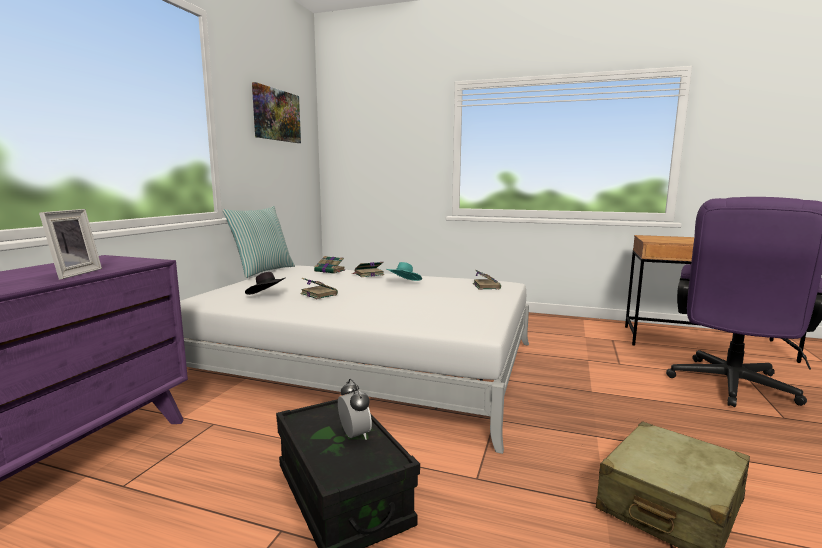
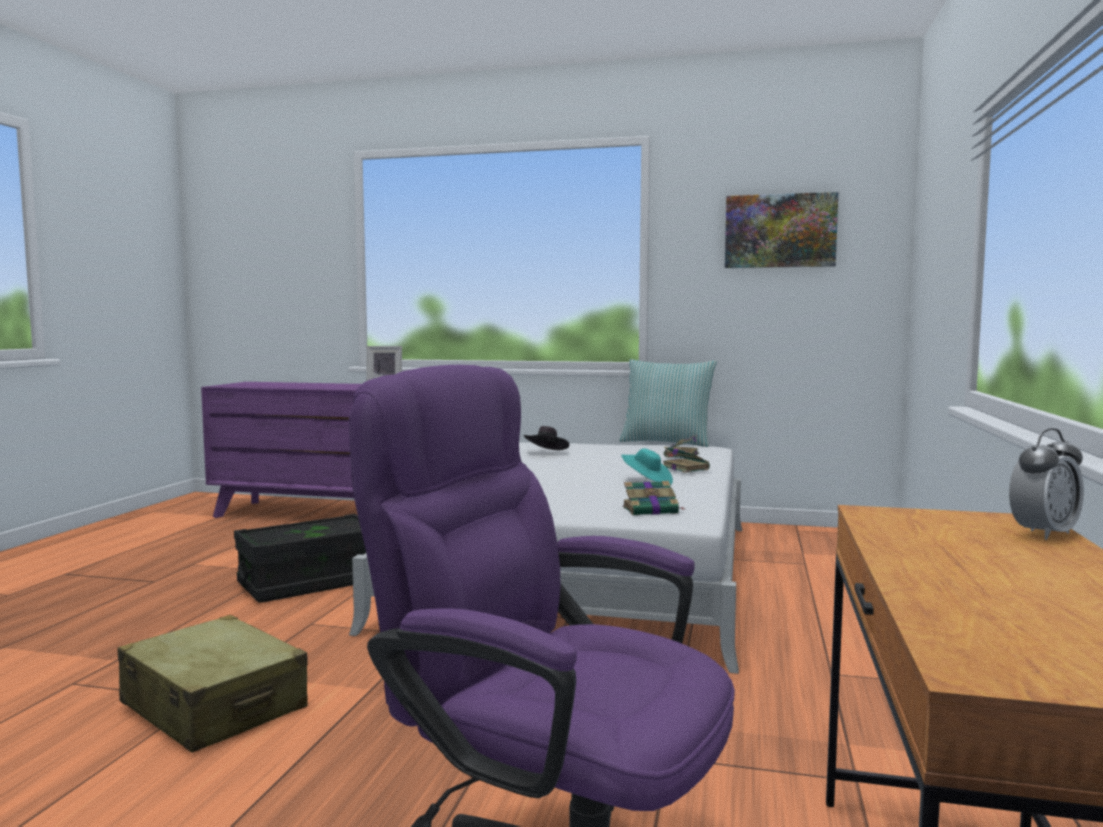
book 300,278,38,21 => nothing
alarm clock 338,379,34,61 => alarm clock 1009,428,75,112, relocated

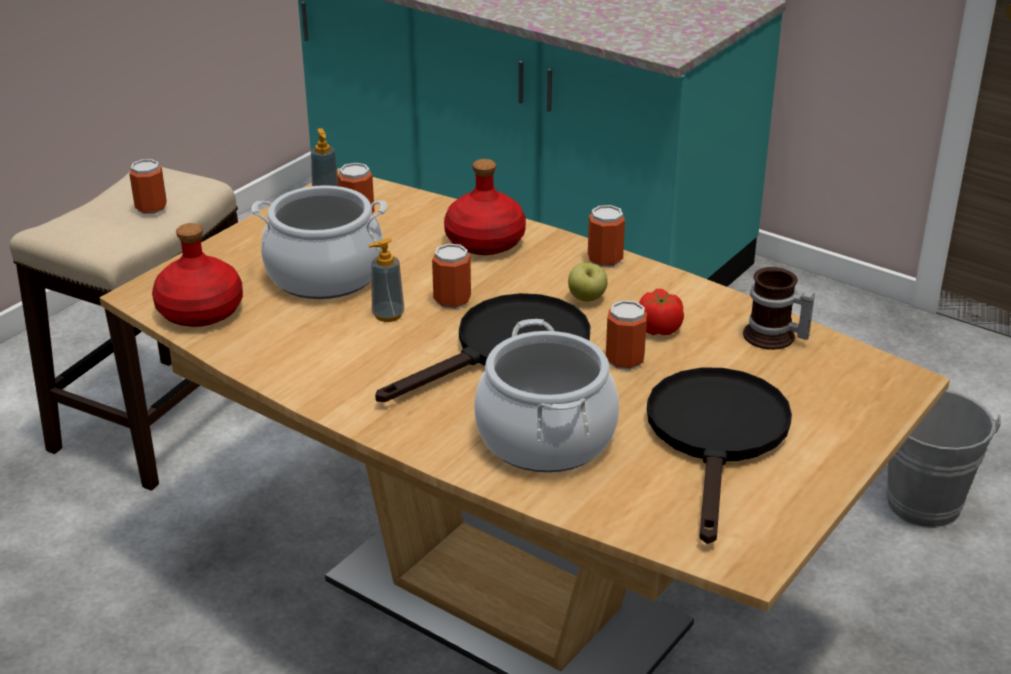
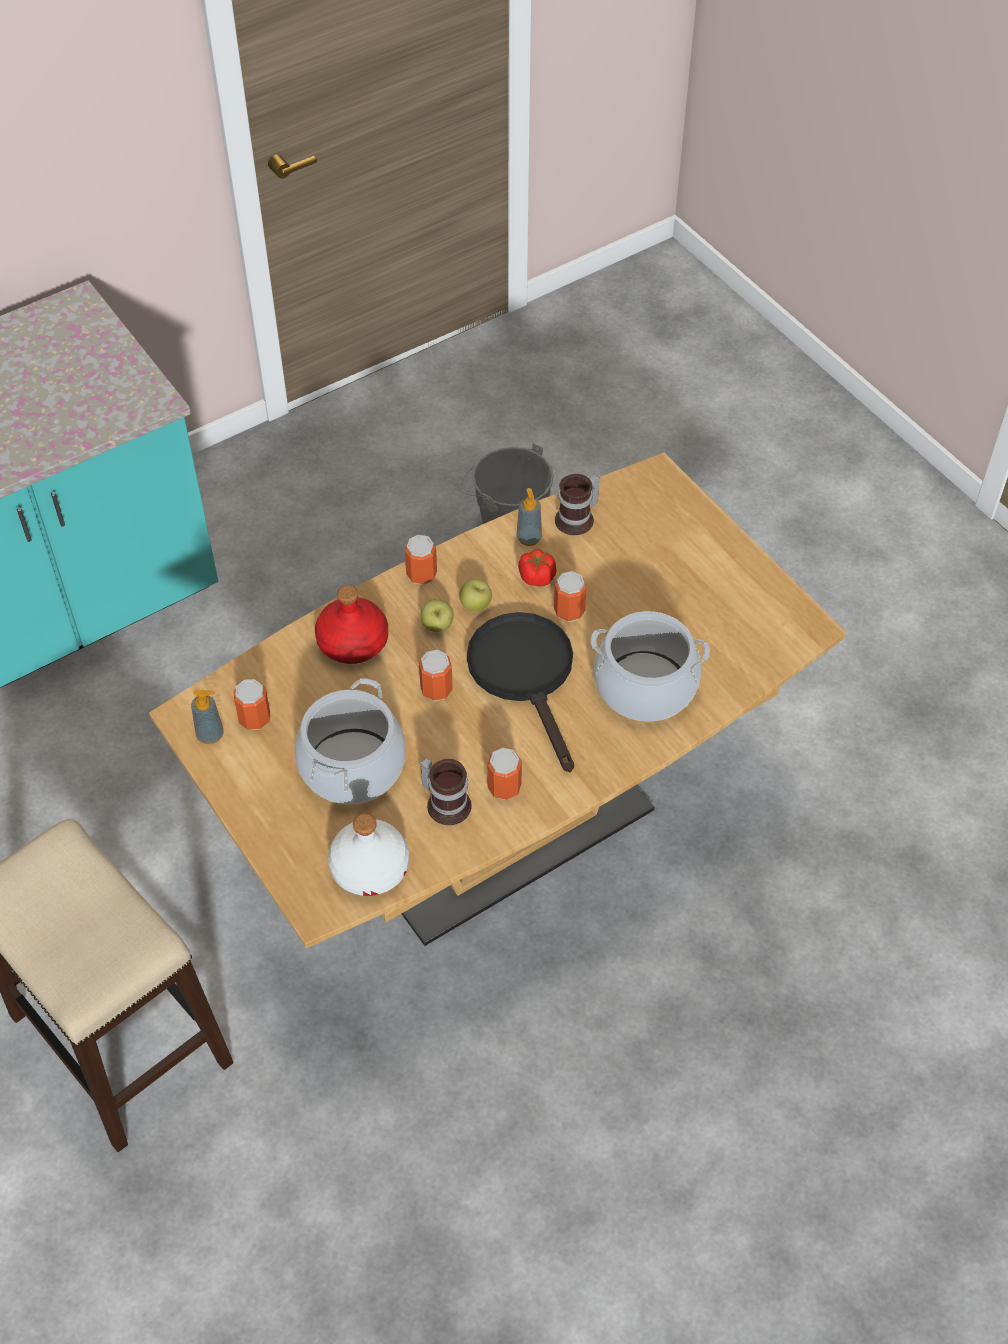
sealed can 129,159,38,55 => sealed can 487,748,35,52, relocated
beverage bottle (reddish) 152,223,91,104 => beverage bottle (whitish) 328,813,81,83
liquid soap bottle 368,238,36,84 => liquid soap bottle 517,488,25,58, relocated
skillet (black-coloured) 647,368,145,176 => nothing
nothing => apple 421,599,33,33
nothing => coffee mug 420,758,51,67

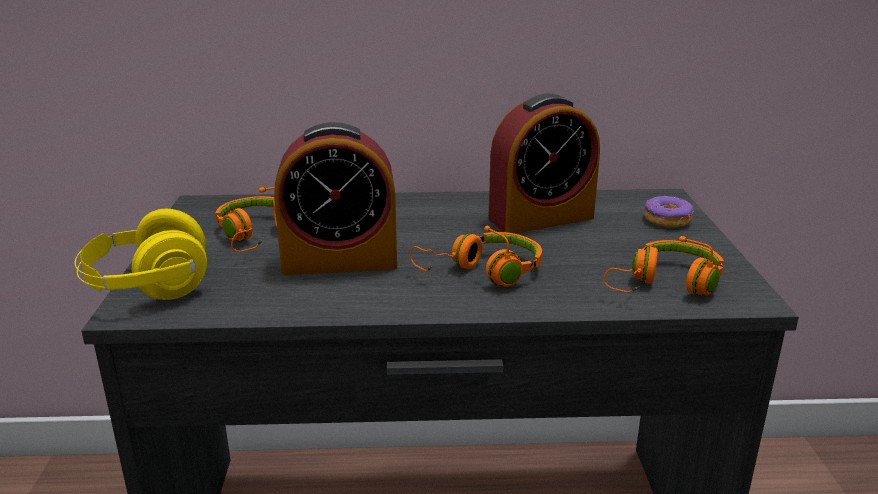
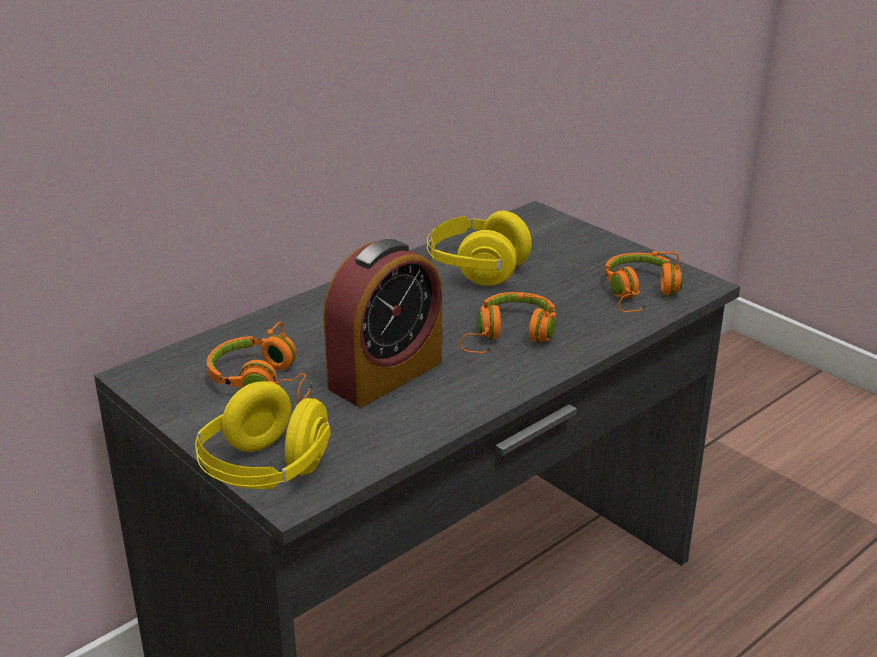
alarm clock 488,94,112,140 => pair of headphones (yellowish) 427,211,106,75
doughnut 644,196,50,31 => nothing

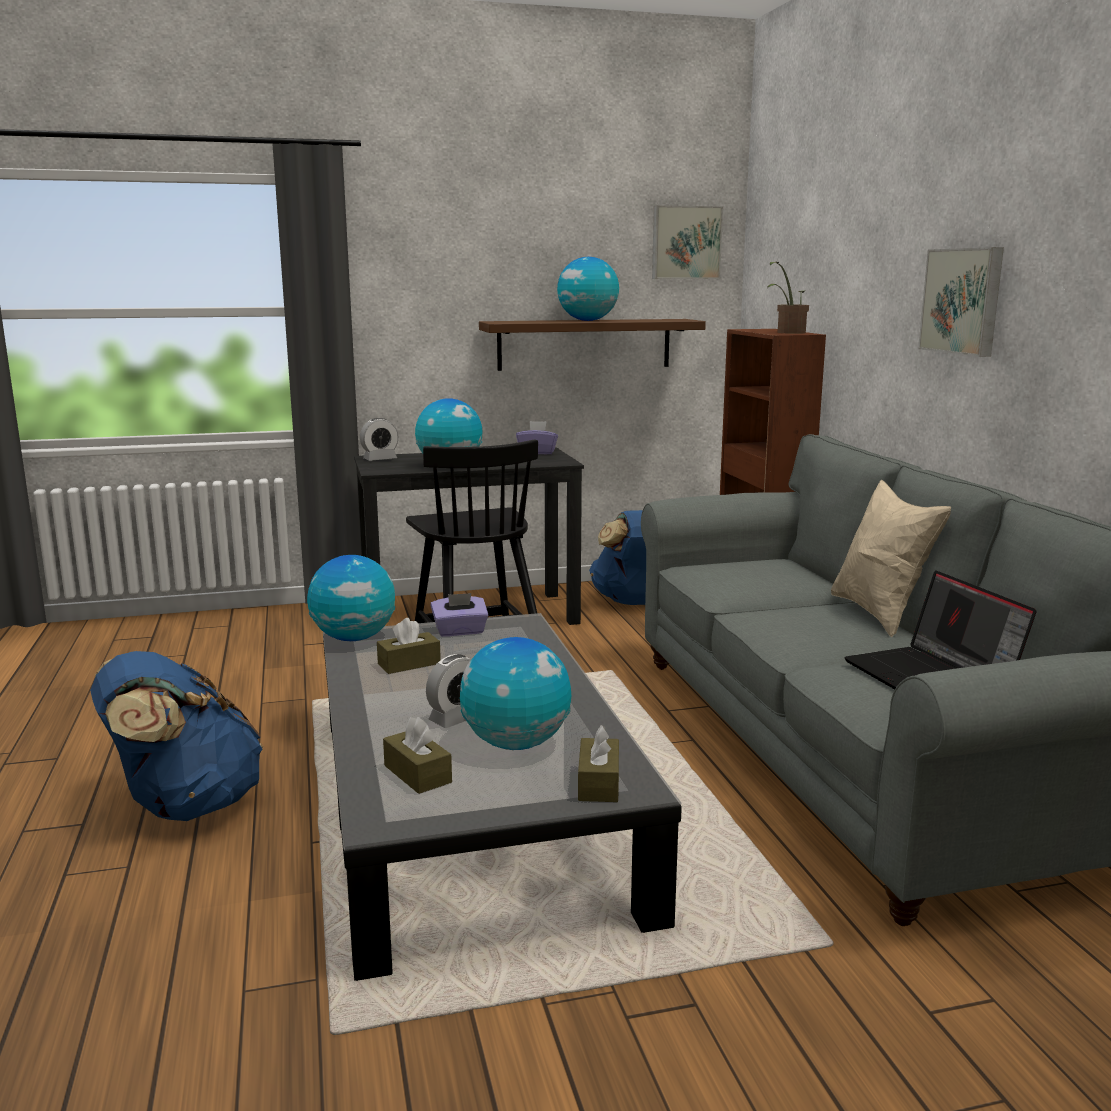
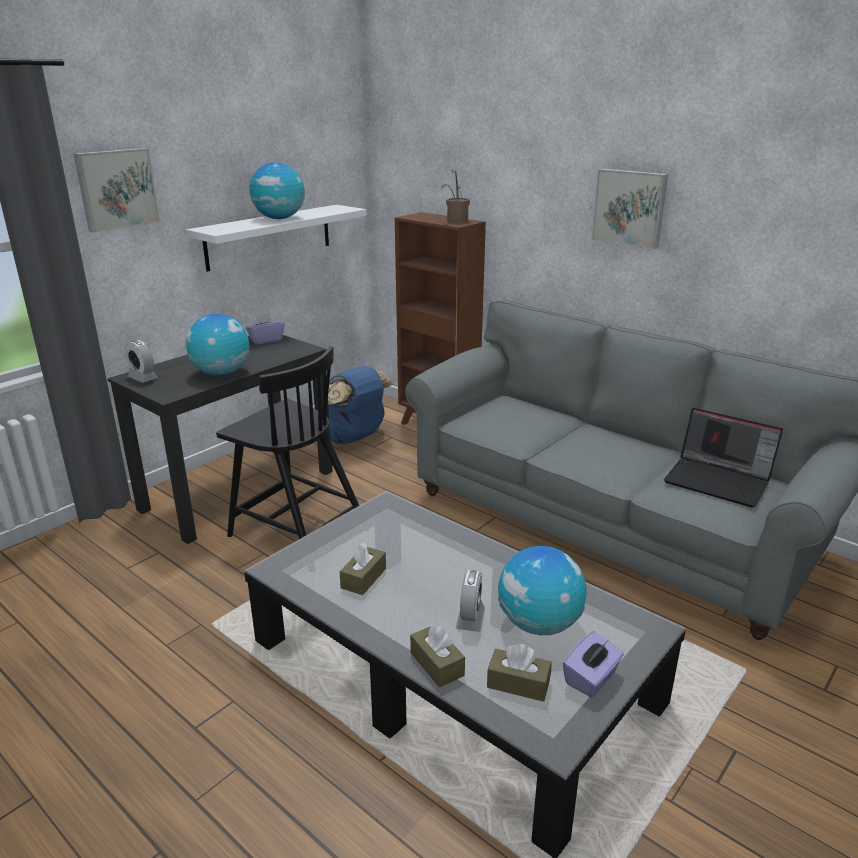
picture 652,205,71,74 => picture 73,148,87,85, relocated
wall shelf (brownish) 479,319,227,52 => wall shelf (whitish) 186,205,180,67
alarm clock 360,418,38,43 => alarm clock 125,340,33,43, 105 degrees clockwise
throw pillow (sand-coloured) 831,480,120,157 => nothing
desk globe 307,555,88,86 => nothing
tissue box (purple) 431,593,57,44 => tissue box (purple) 563,631,61,66, relocated
backpack (bluish) 90,651,173,170 => nothing
tissue box (brownish) 578,725,41,77 => tissue box (brownish) 410,623,55,64, relocated

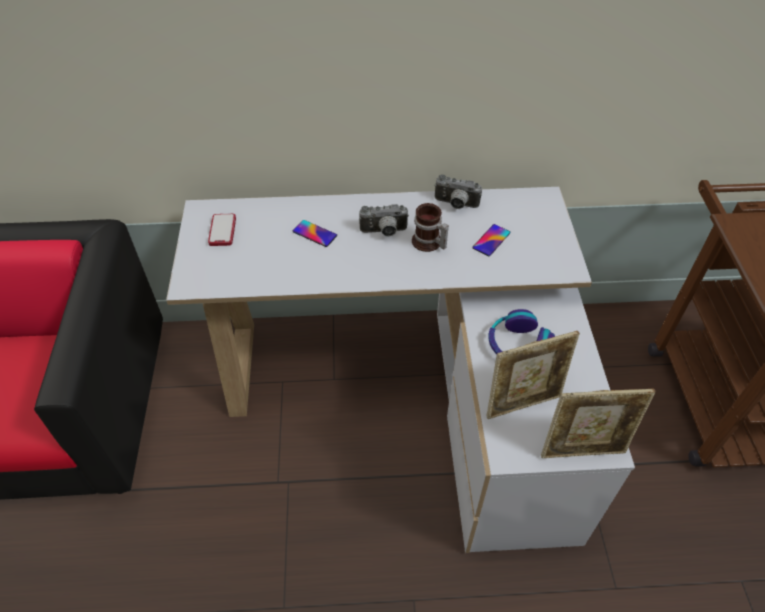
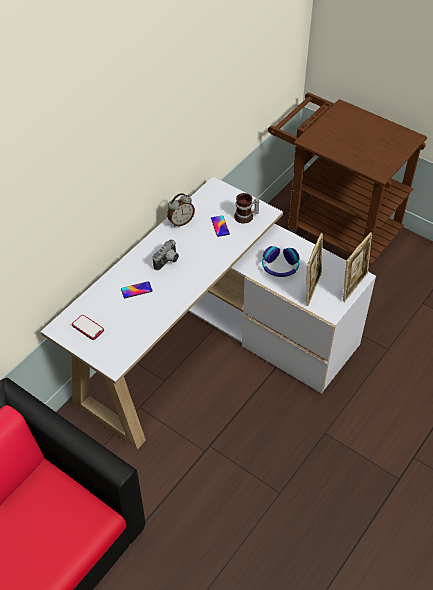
still camera 434,174,48,35 => alarm clock 167,193,28,34
coffee mug 412,203,37,49 => coffee mug 234,193,25,31, relocated

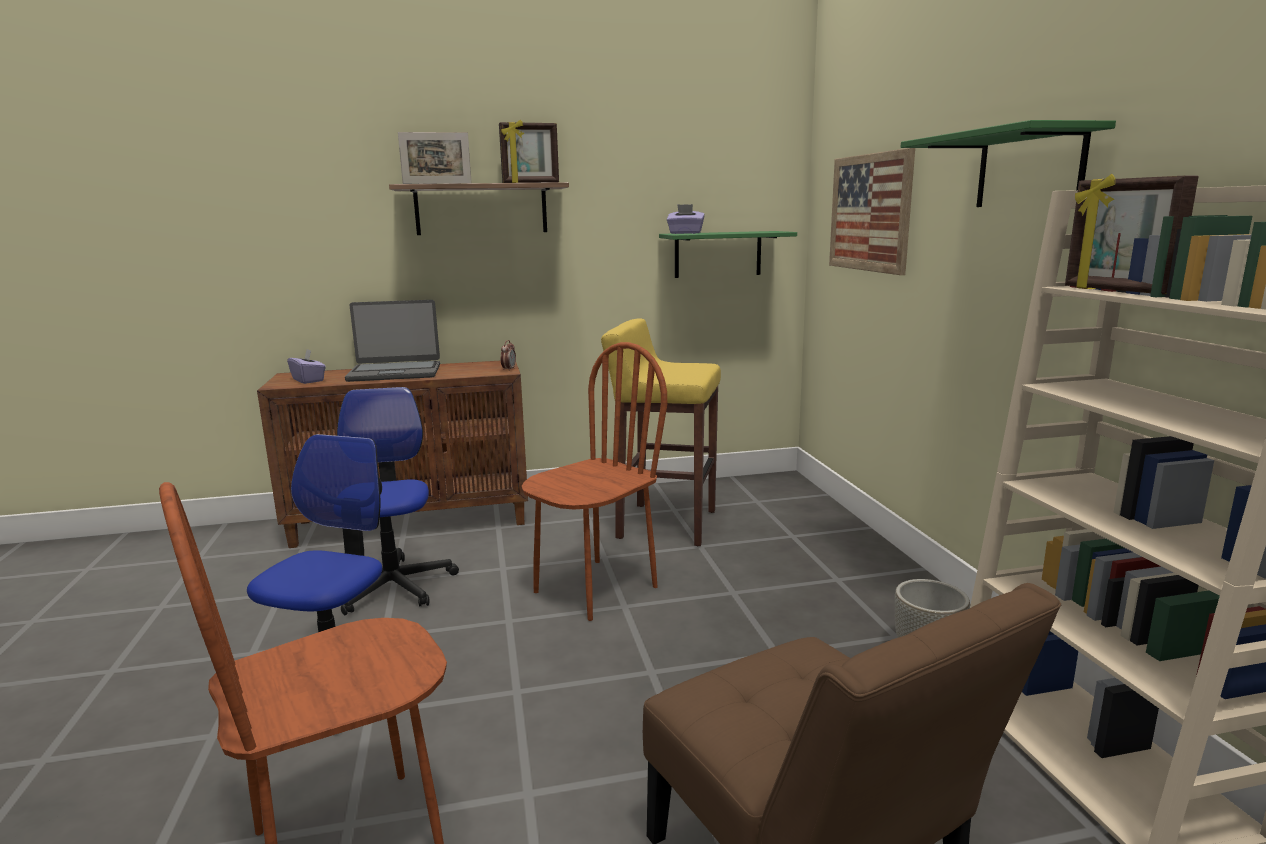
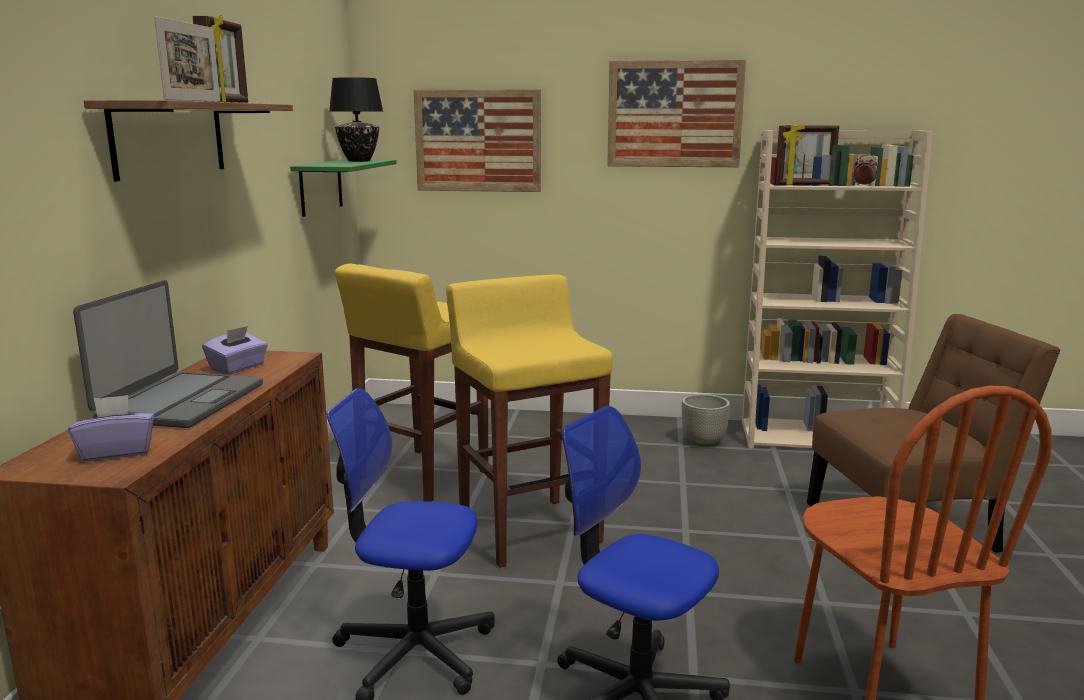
wall shelf (green) 901,120,215,87 => picture 607,59,139,108
tissue box (purple) 667,204,38,30 => tissue box (purple) 202,326,66,48, relocated
alarm clock 500,340,16,31 => alarm clock 854,155,24,30, relocated
upright chair (brownish) 521,342,146,279 => stool seat (yellowish) 446,274,167,294
nothing => table lamp (black-coloured) 329,77,54,85

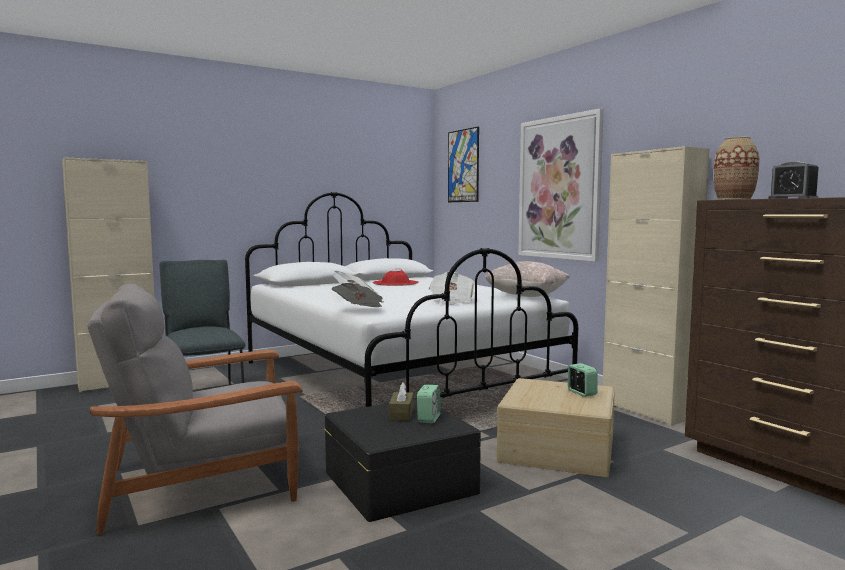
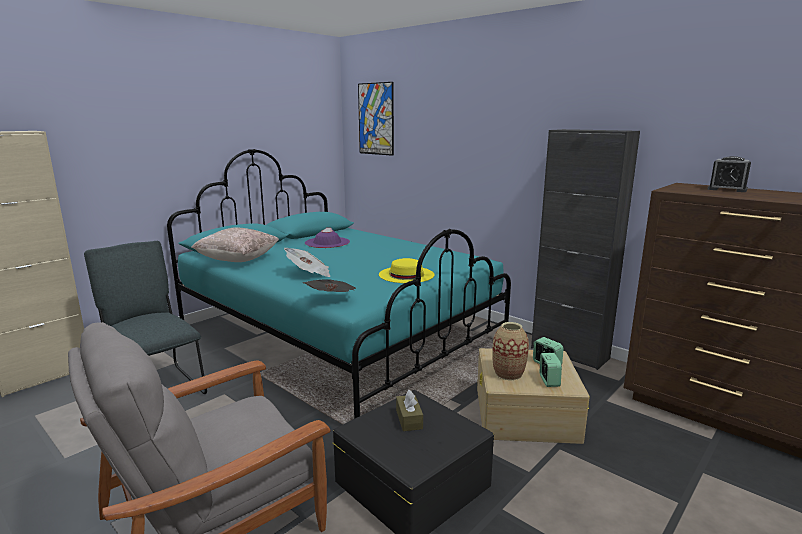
picture 518,108,86,154 => nothing
flower vase 714,137,45,63 => flower vase 492,322,37,59, relocated
cupboard (sand-coloured) 603,146,106,280 => cupboard (black-coloured) 531,129,109,241
bed (whitish) 245,192,333,215 => bed (blue-green) 167,149,344,270
throw pillow (sand-coloured) 484,261,86,36 => throw pillow (sand-coloured) 191,227,88,35, relocated
hat (reddish) 373,268,46,18 => hat (purple) 305,228,45,20
daily paper 429,272,46,33 => hat (yellowish) 379,258,55,25
alarm clock 417,385,24,38 => alarm clock 540,353,22,34, relocated

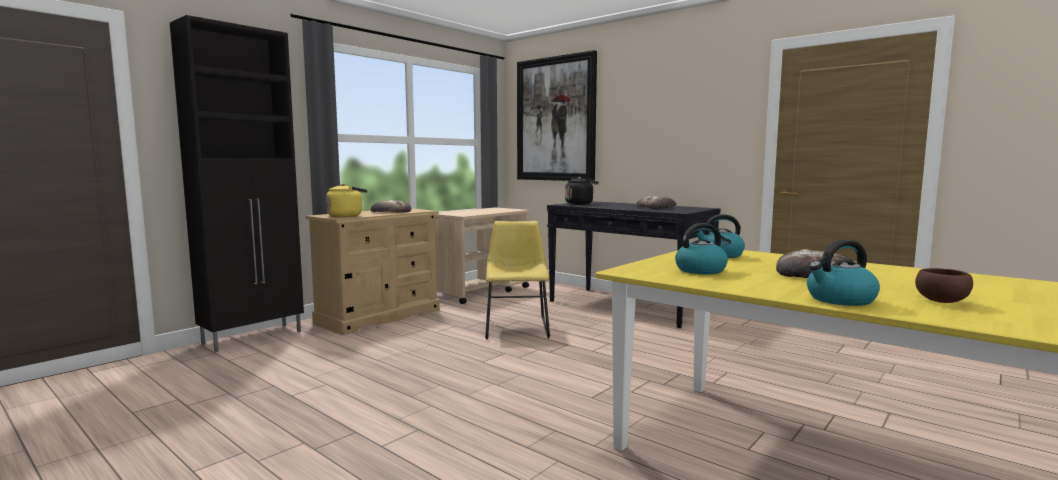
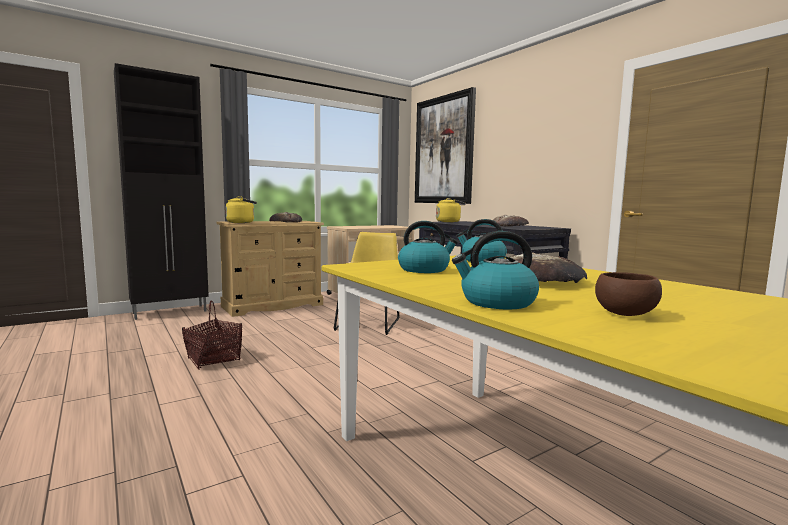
kettle (black-coloured) 565,177,34,28 => kettle (yellowish) 436,198,30,24
nothing => storage basket 182,301,60,69

